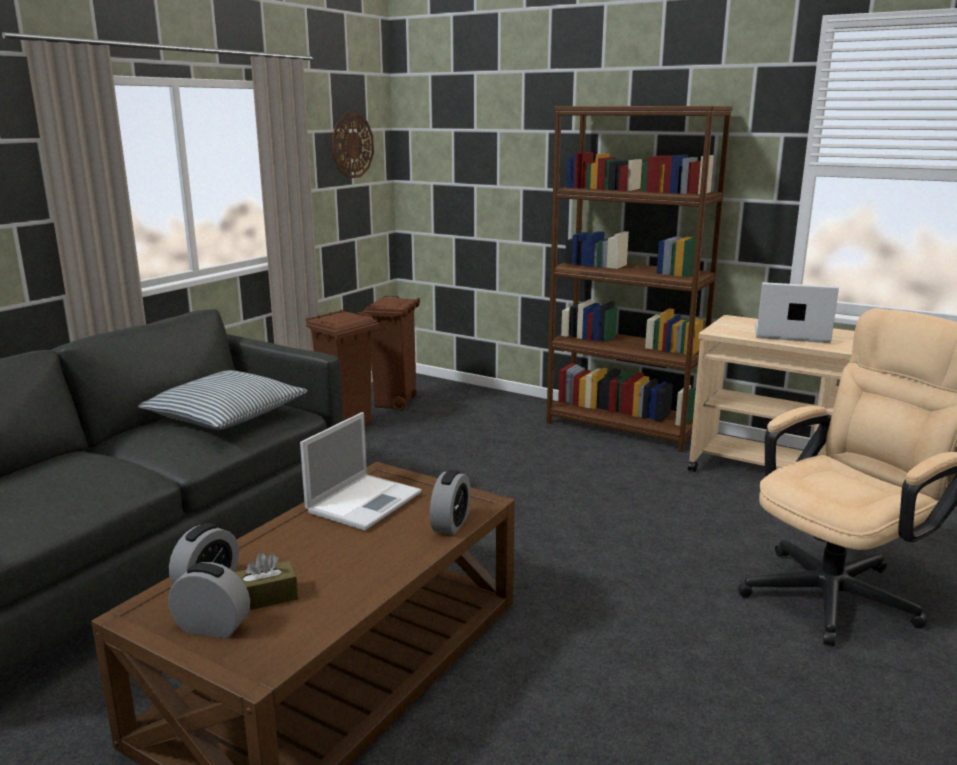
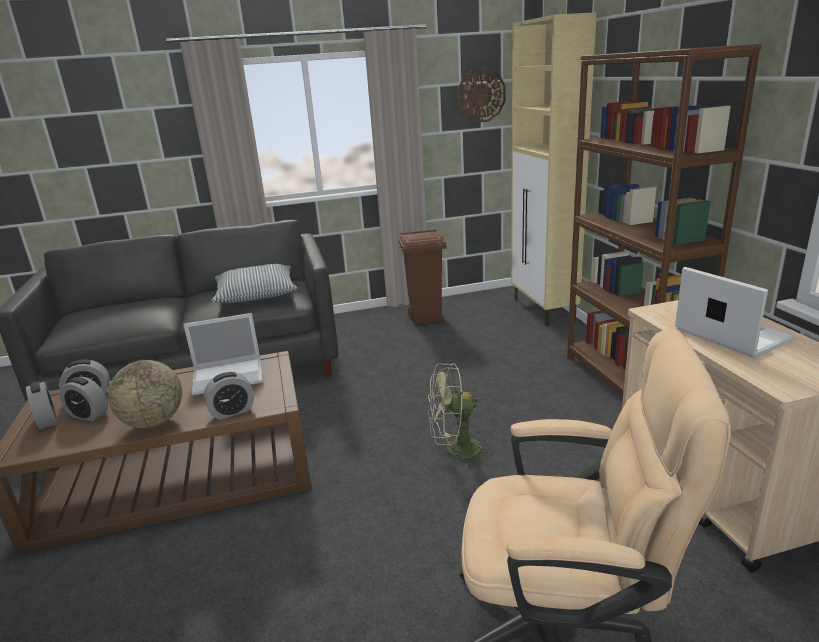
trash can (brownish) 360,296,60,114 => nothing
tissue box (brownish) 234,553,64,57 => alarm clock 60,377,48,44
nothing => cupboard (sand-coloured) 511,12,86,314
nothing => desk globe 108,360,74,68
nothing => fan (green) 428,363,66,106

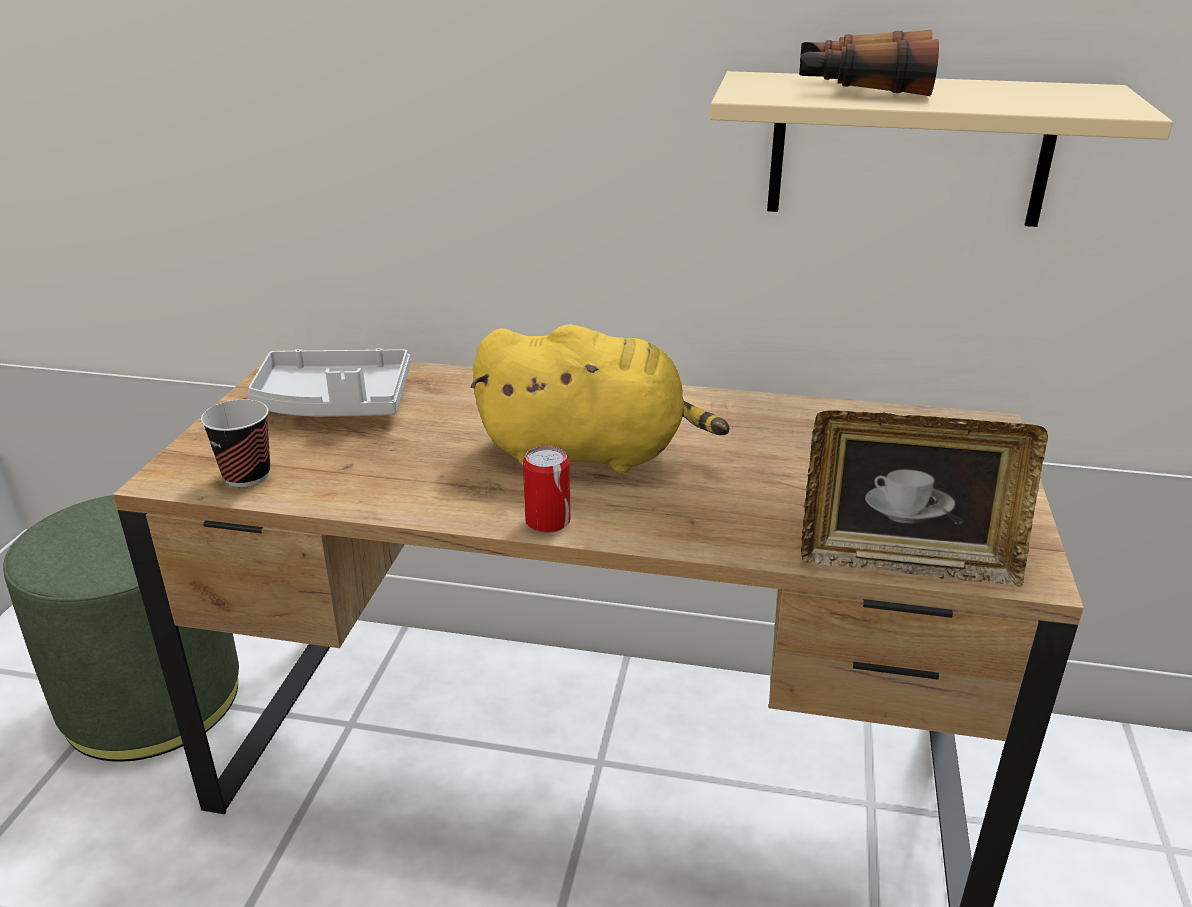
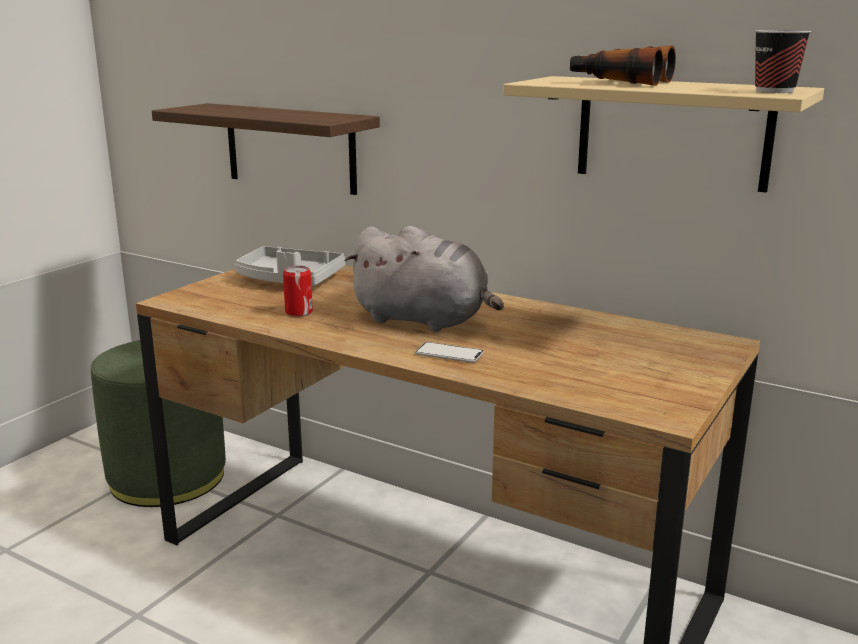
soft toy (yellowish) 471,325,259,148 => soft toy (gray) 344,226,160,106
small cup 201,399,69,88 => small cup 755,30,56,63, relocated
picture frame 801,410,247,177 => nothing
sealed can 523,446,48,87 => sealed can 283,266,30,51, relocated
nothing => wall shelf 152,103,228,92
nothing => phone 415,342,69,21

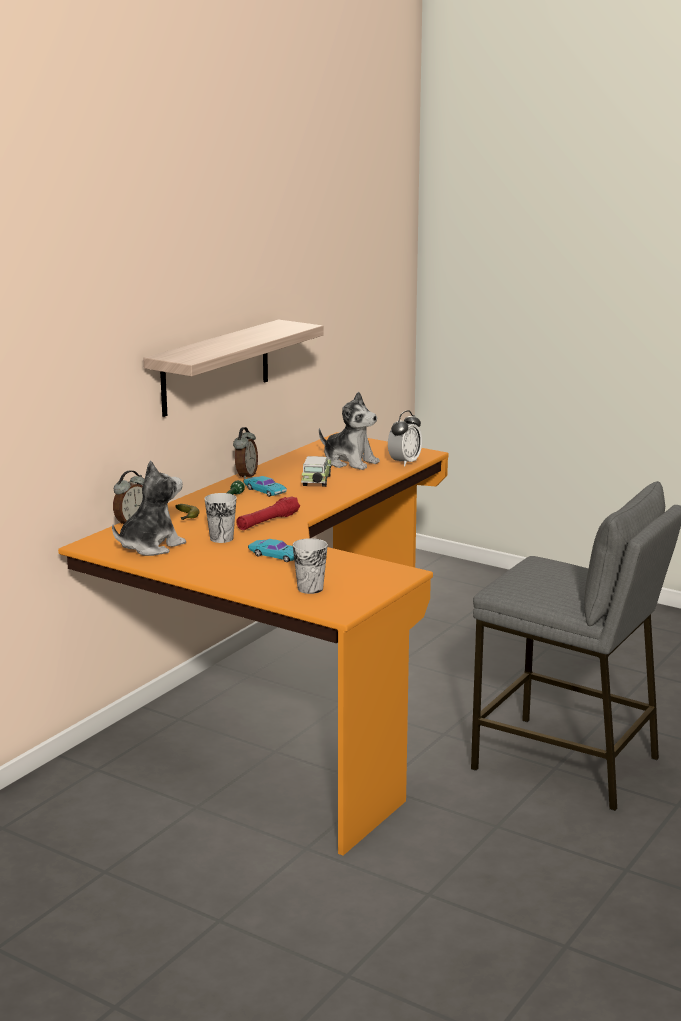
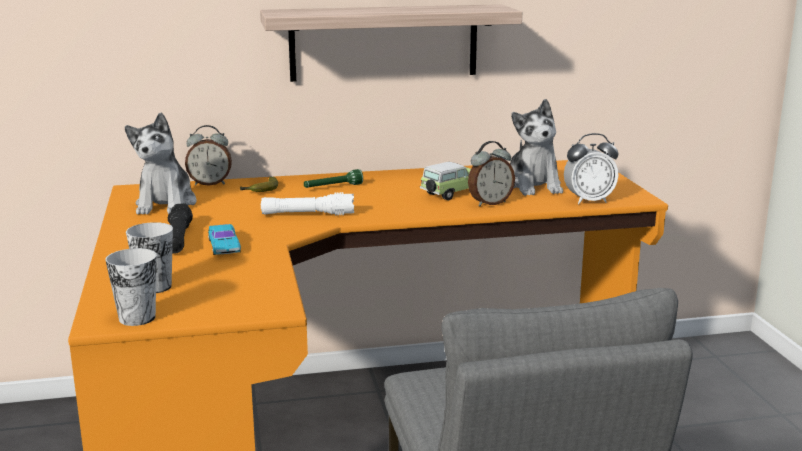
alarm clock 233,427,25,53 => alarm clock 468,141,47,66, relocated
soft toy 112,460,74,96 => soft toy 125,113,72,102, 90 degrees clockwise
model car (blue-green) 244,476,43,21 => nothing
small cup 205,493,32,50 => small cup 105,248,52,78, relocated
torch (reddish) 236,496,64,34 => torch (whitish) 261,192,93,23
nothing => torch (black-coloured) 168,204,25,50

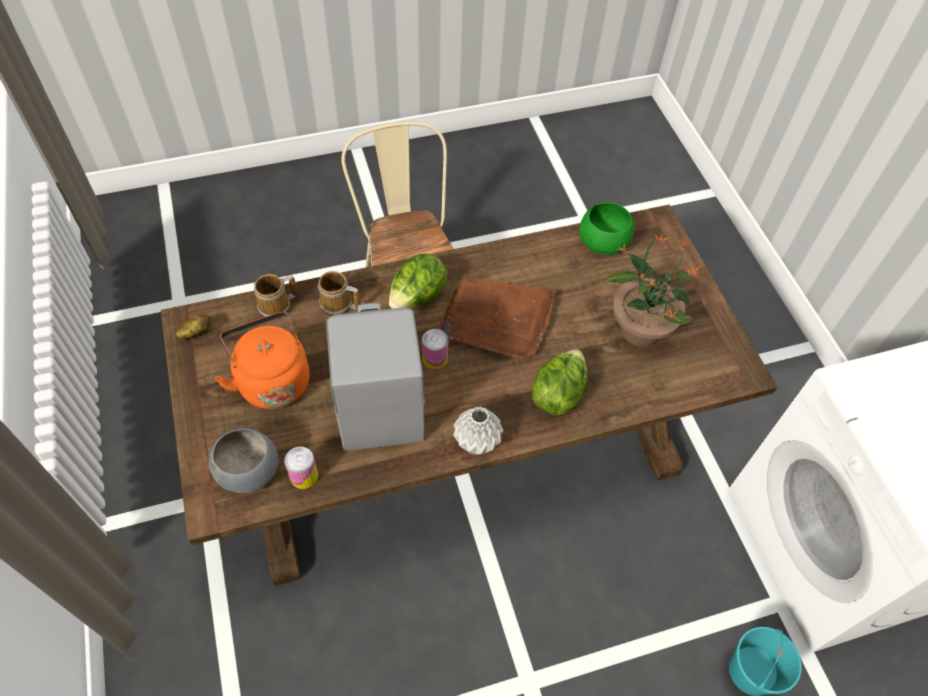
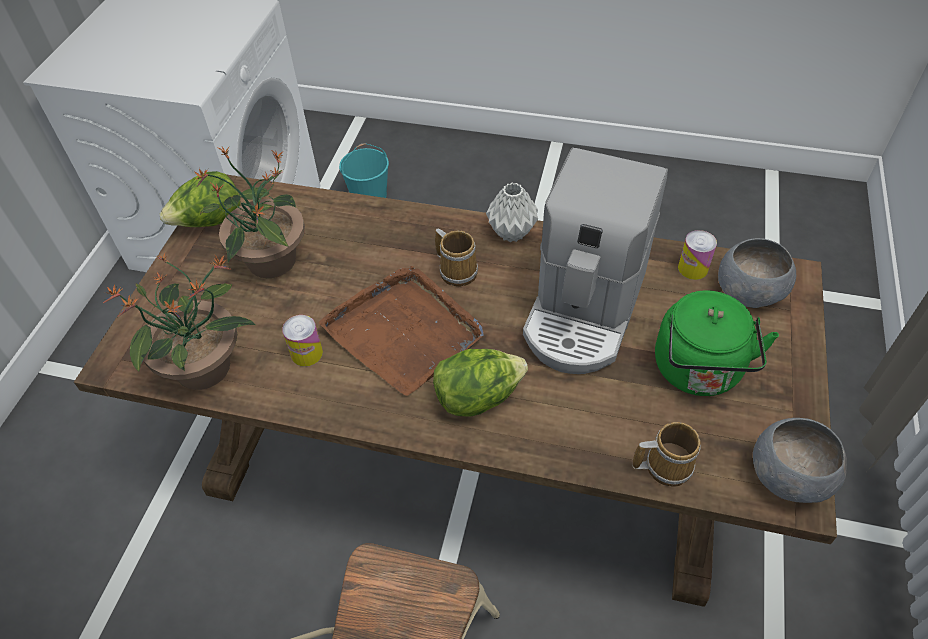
deep dish (green) 580,203,54,52 => houseplant 103,254,153,136
coffee mug 318,271,43,45 => coffee mug 435,229,43,58, relocated
kettle (orangey) 215,312,95,97 => kettle (green) 655,290,124,106
spud 175,314,36,26 => deep dish (gray) 753,418,94,85
sealed can 422,329,26,40 => sealed can 282,315,41,52, relocated
head of lettuce 531,349,57,66 => head of lettuce 160,171,81,56, relocated

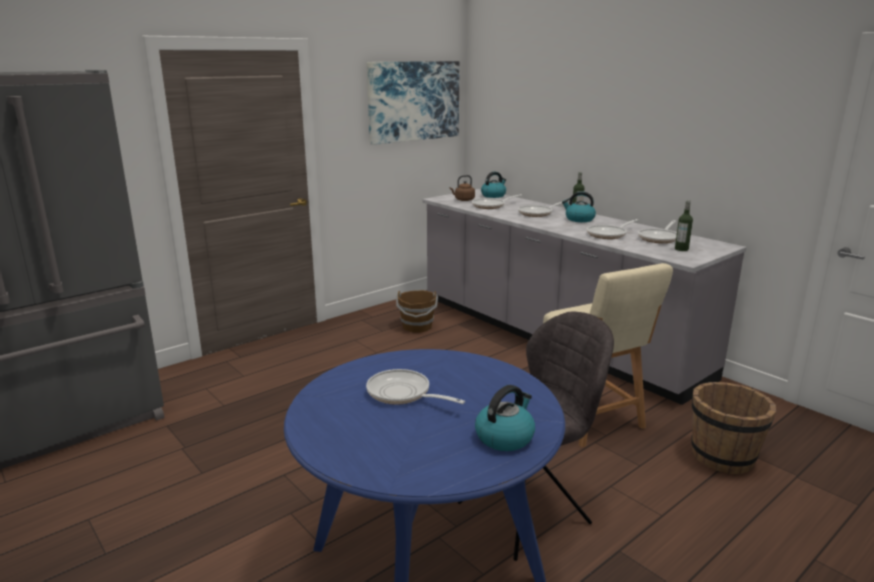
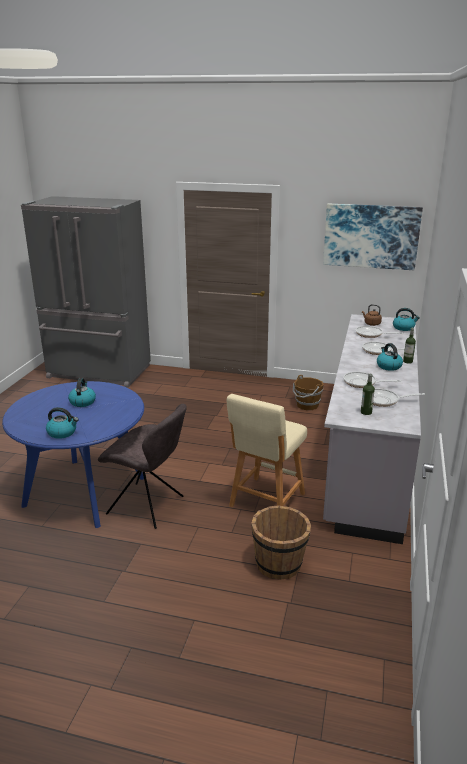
skillet 366,369,99,36 => kettle 68,378,28,29

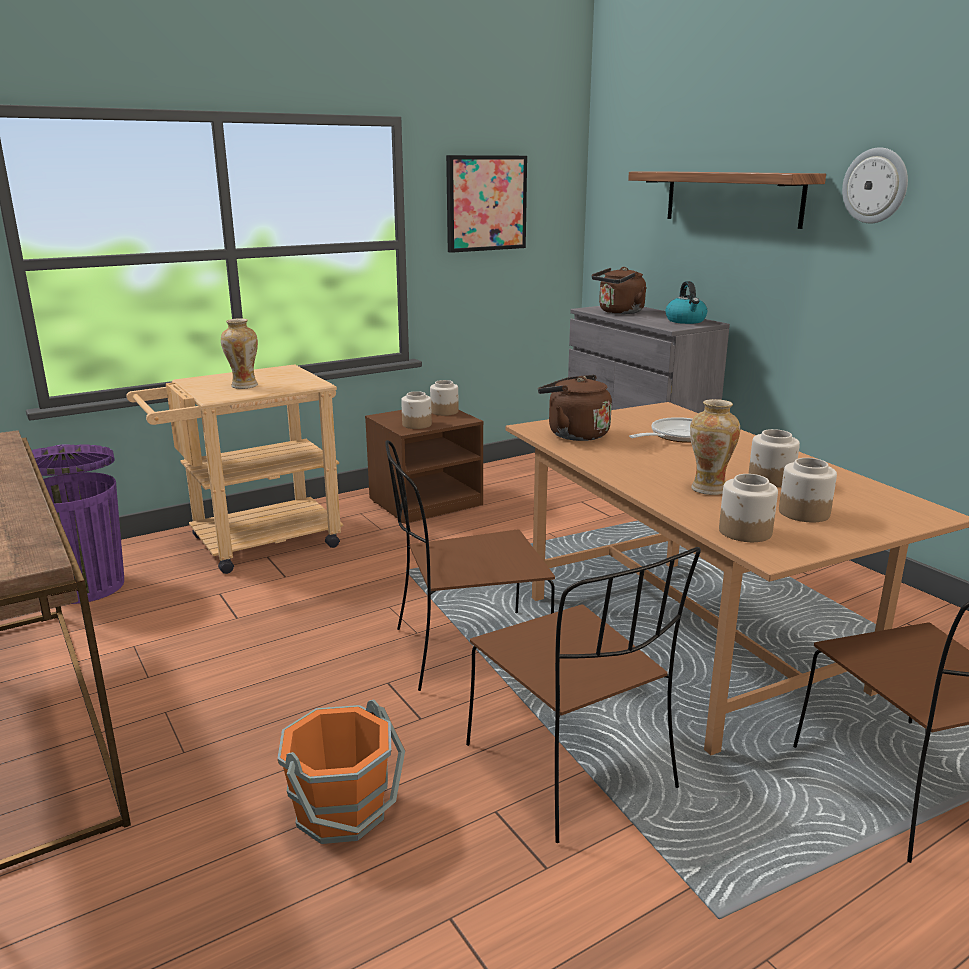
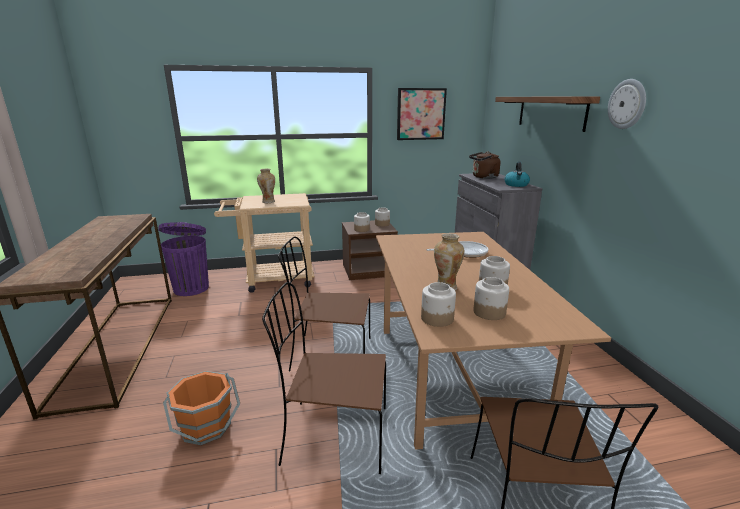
kettle (brownish) 538,375,74,66 => nothing
upright chair (brownish) 466,547,235,296 => upright chair (brownish) 262,282,124,192, 105 degrees clockwise

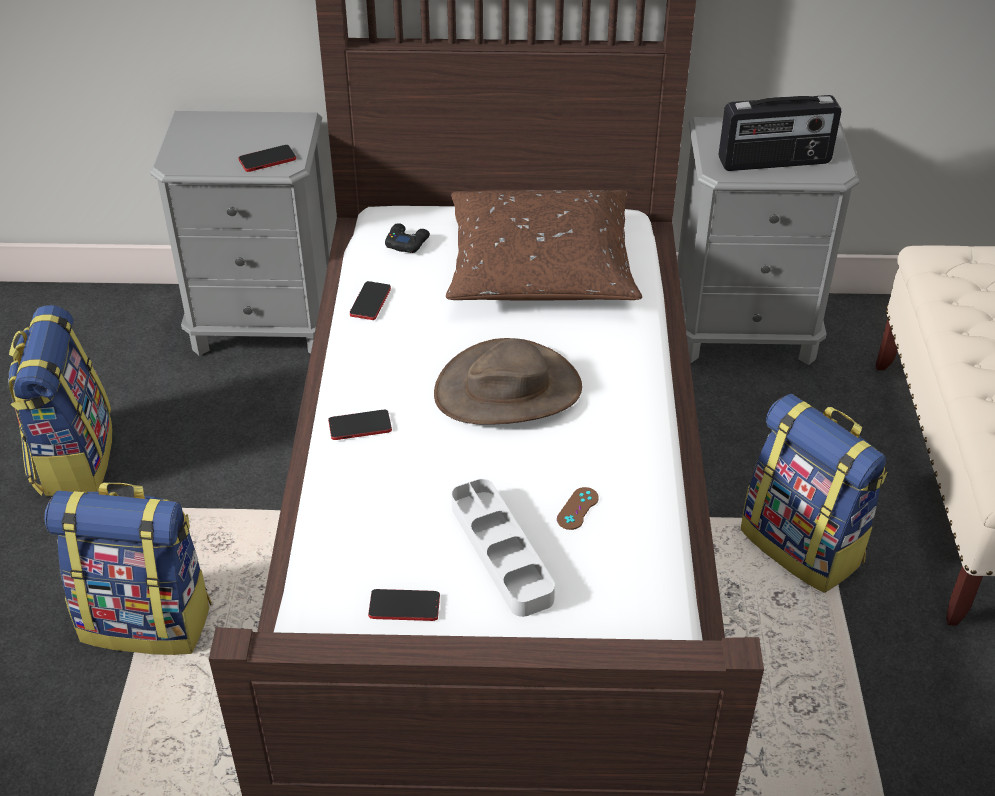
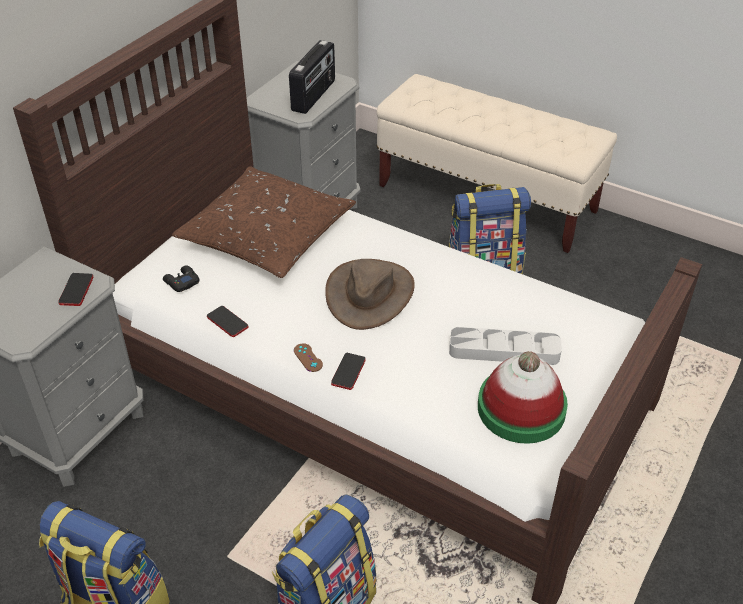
game controller (brownish) 557,487,42,43 => game controller (brownish) 294,343,29,29, relocated
phone 368,589,72,32 => hat 478,351,90,93

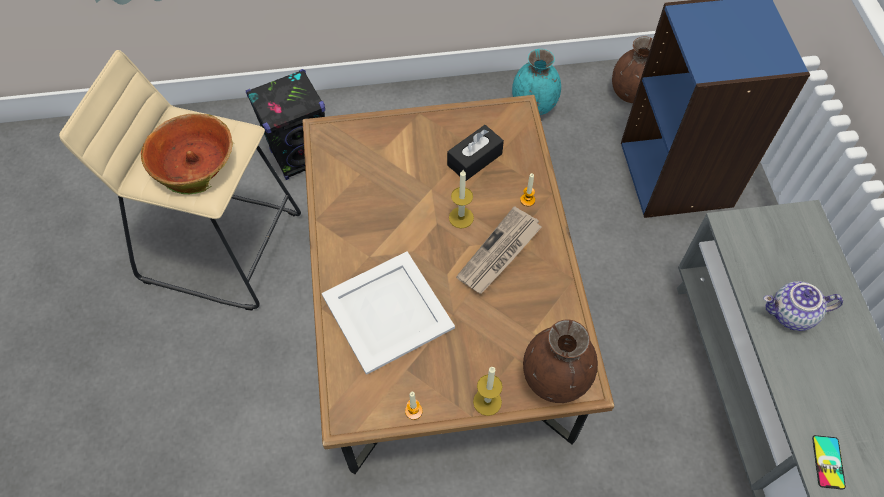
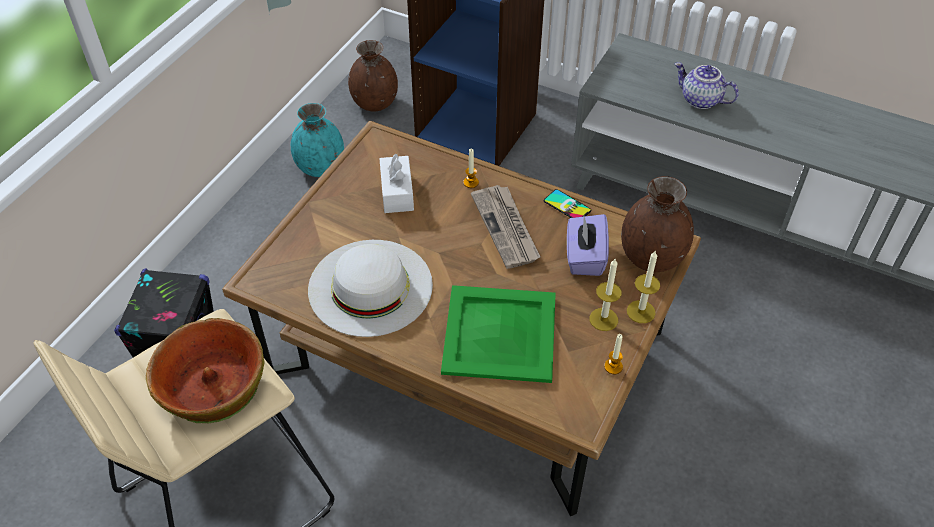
tissue box (black-coloured) 447,125,57,56 => tissue box (whitish) 379,153,35,60
wax light 449,170,25,58 => wax light 590,259,32,72, relocated
carrying tray (whitish) 322,252,133,123 => carrying tray (green) 441,285,115,98
teapot 763,281,80,50 => teapot 674,62,65,47, 90 degrees clockwise
phone 812,435,34,55 => phone 544,189,47,29, relocated
nothing => tissue box (purple) 567,214,42,62
nothing => hat (whitish) 308,240,125,97

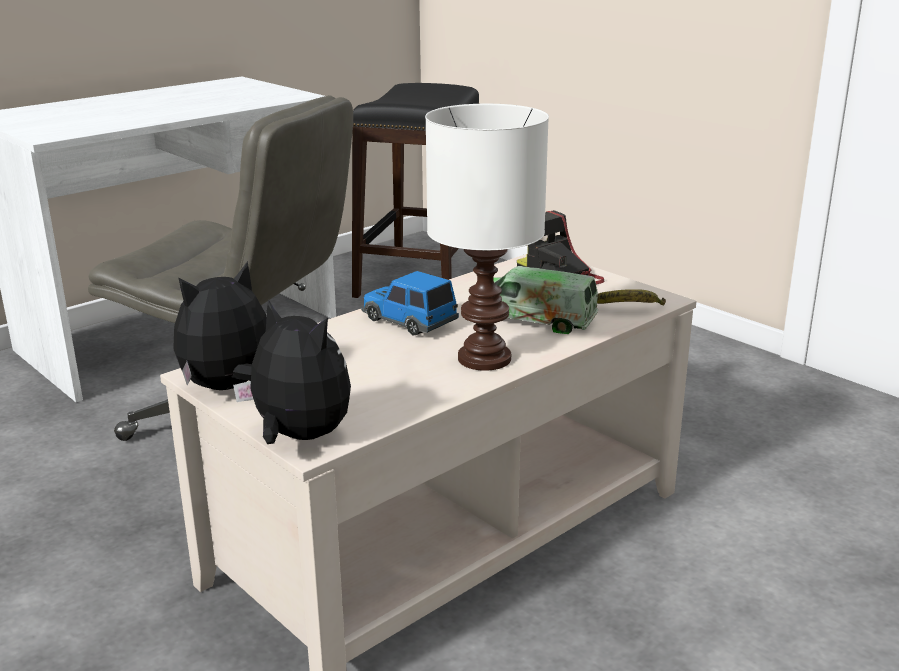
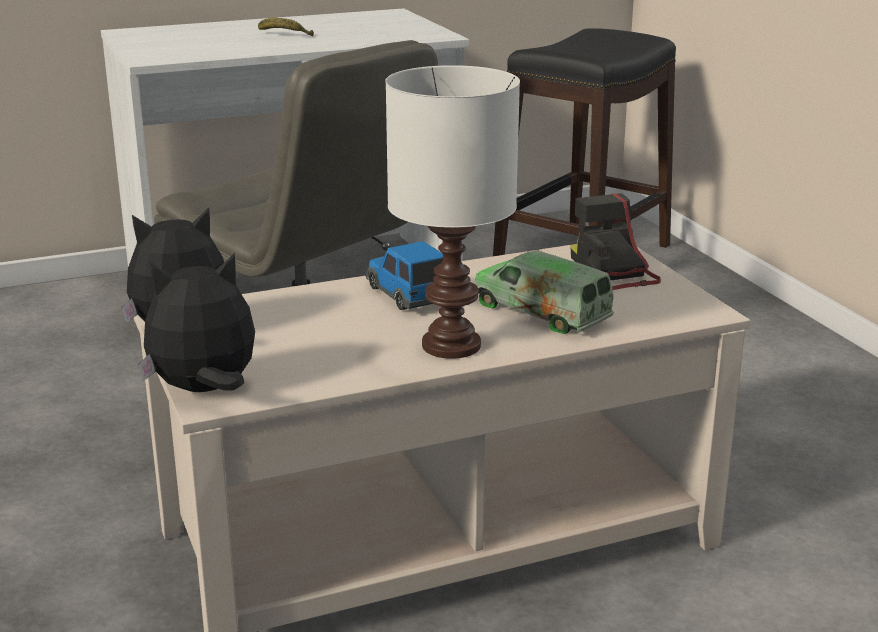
whole banana 597,289,69,16 => whole banana 258,18,56,18, relocated
soft toy 233,299,118,145 => soft toy 138,252,117,140, 75 degrees counterclockwise

